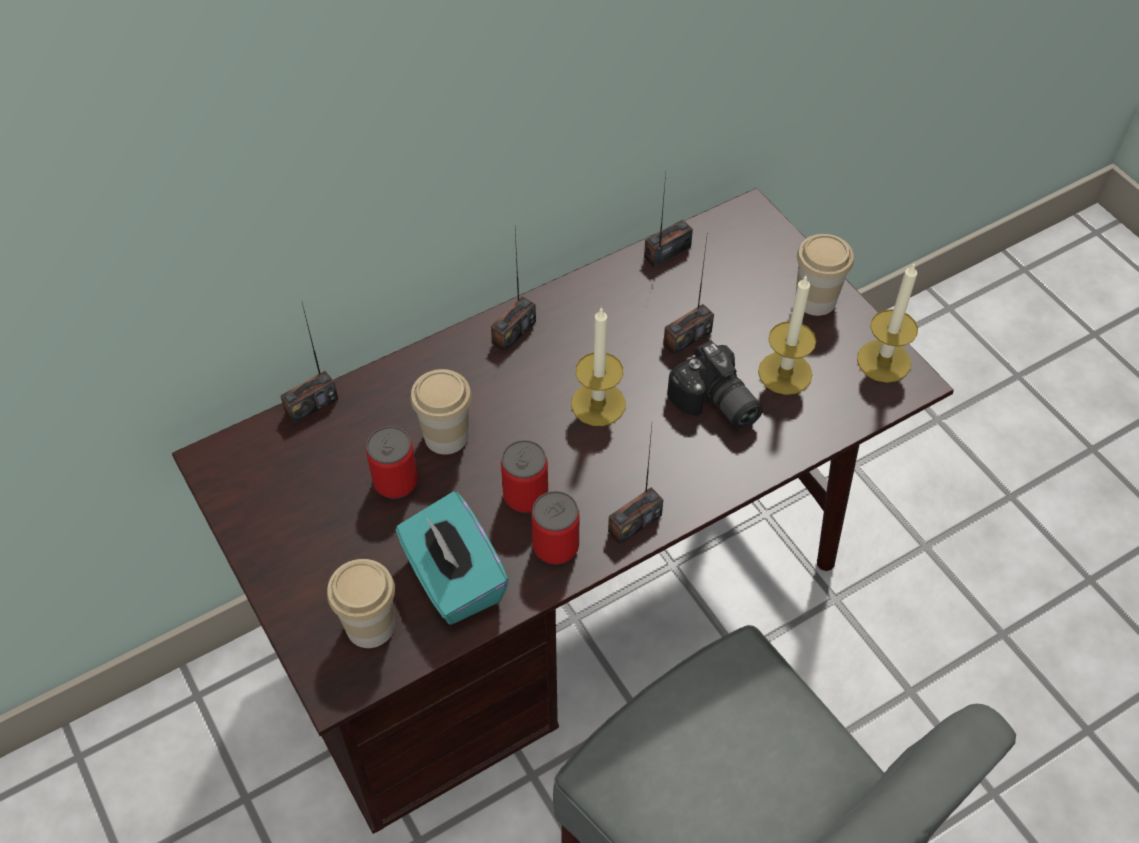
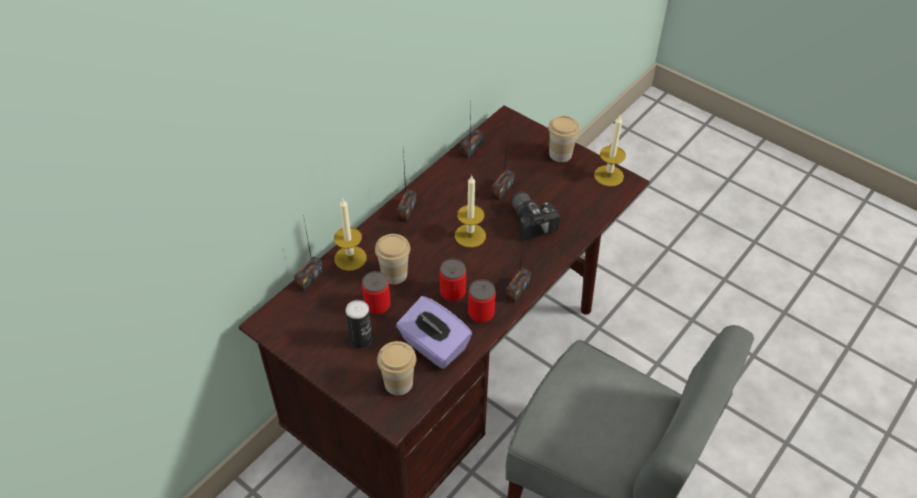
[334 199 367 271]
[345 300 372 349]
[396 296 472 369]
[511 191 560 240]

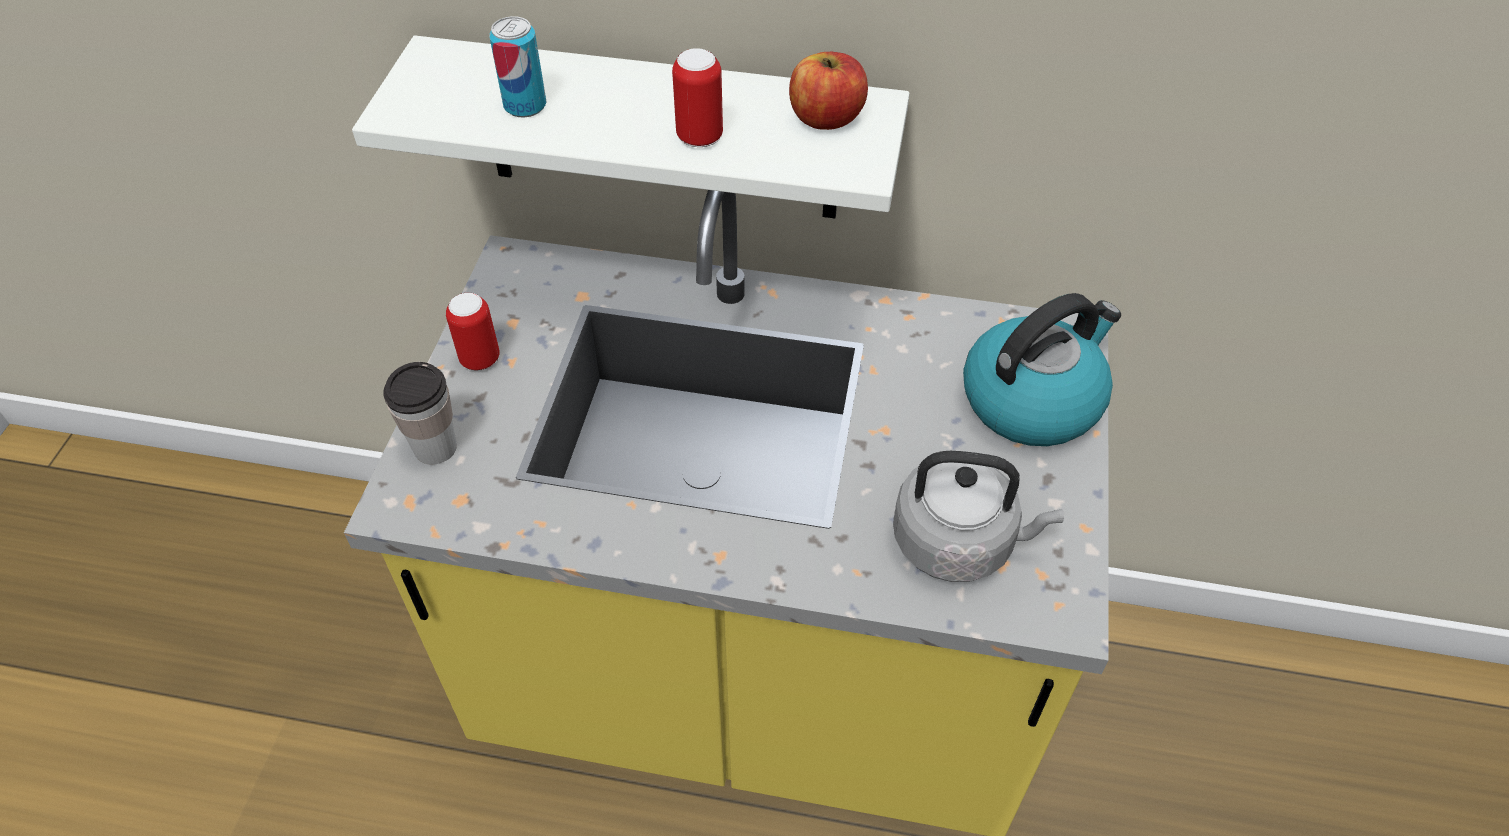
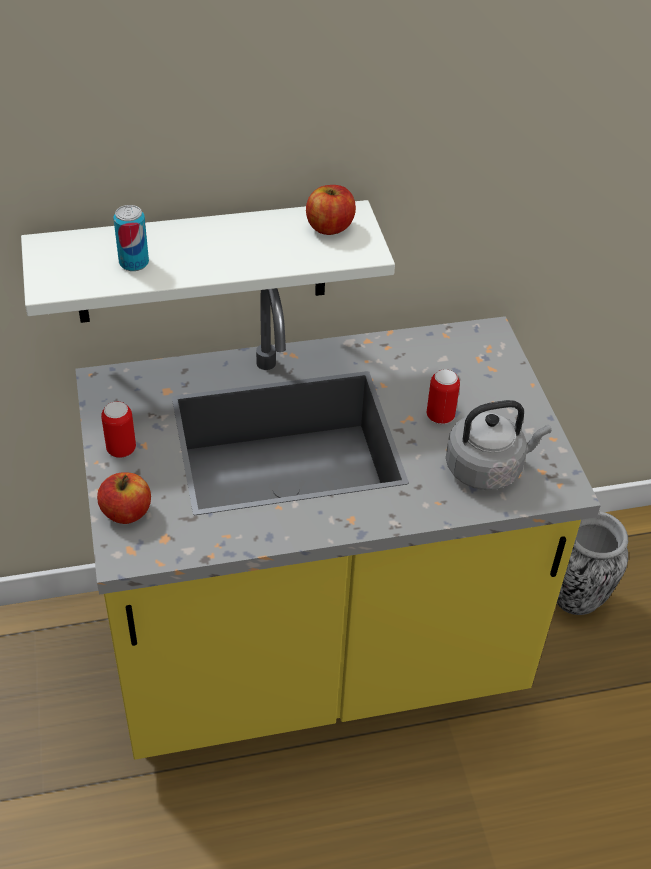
[97 472 151 524]
[427 369 460 424]
[557 511 628 615]
[963 293 1121 446] (first image)

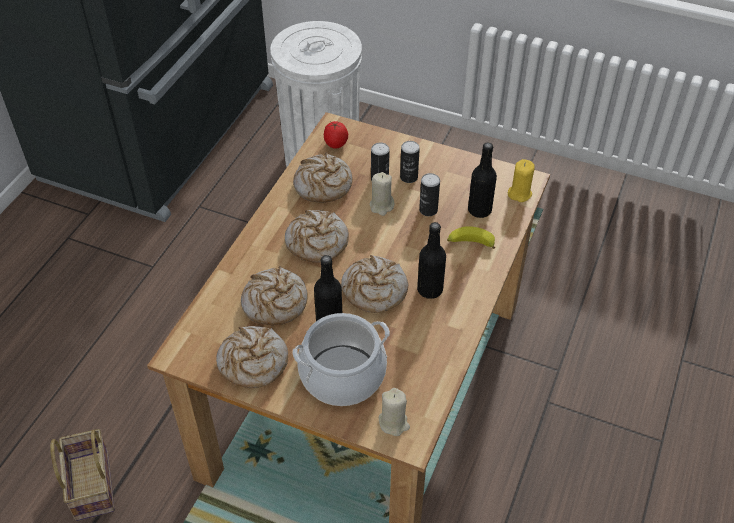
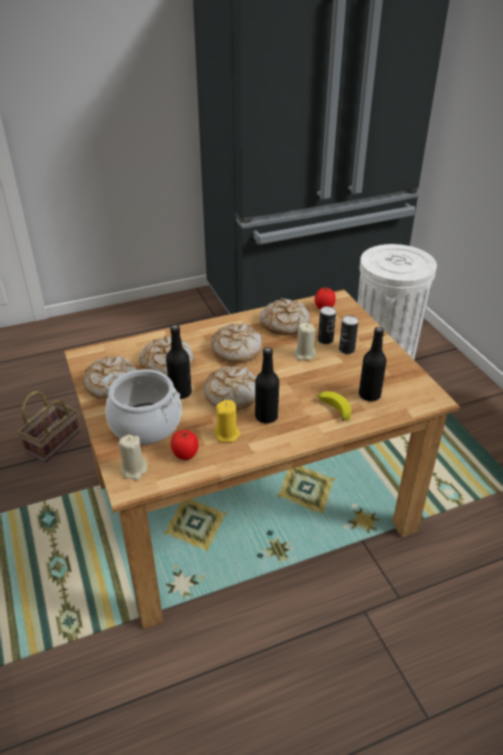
[171 430 199 460]
[214 400 241 442]
[419 173 440 216] (first image)

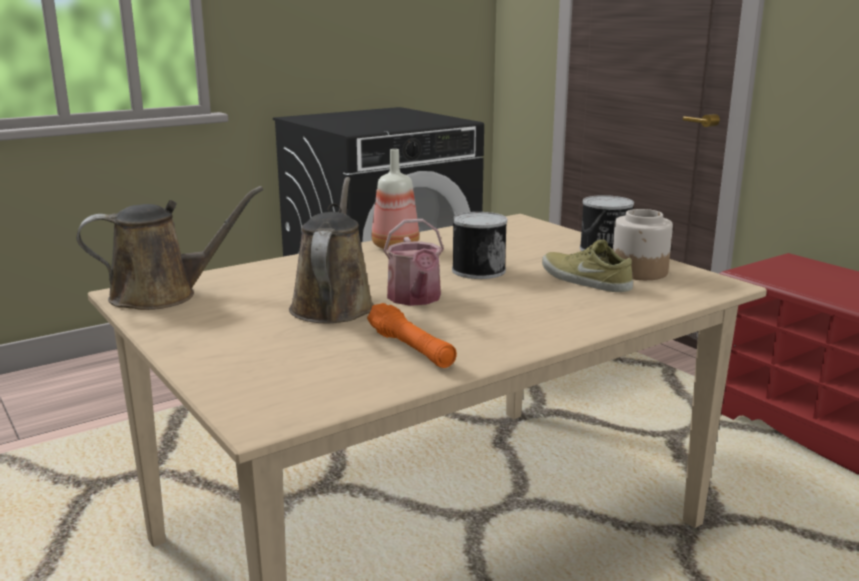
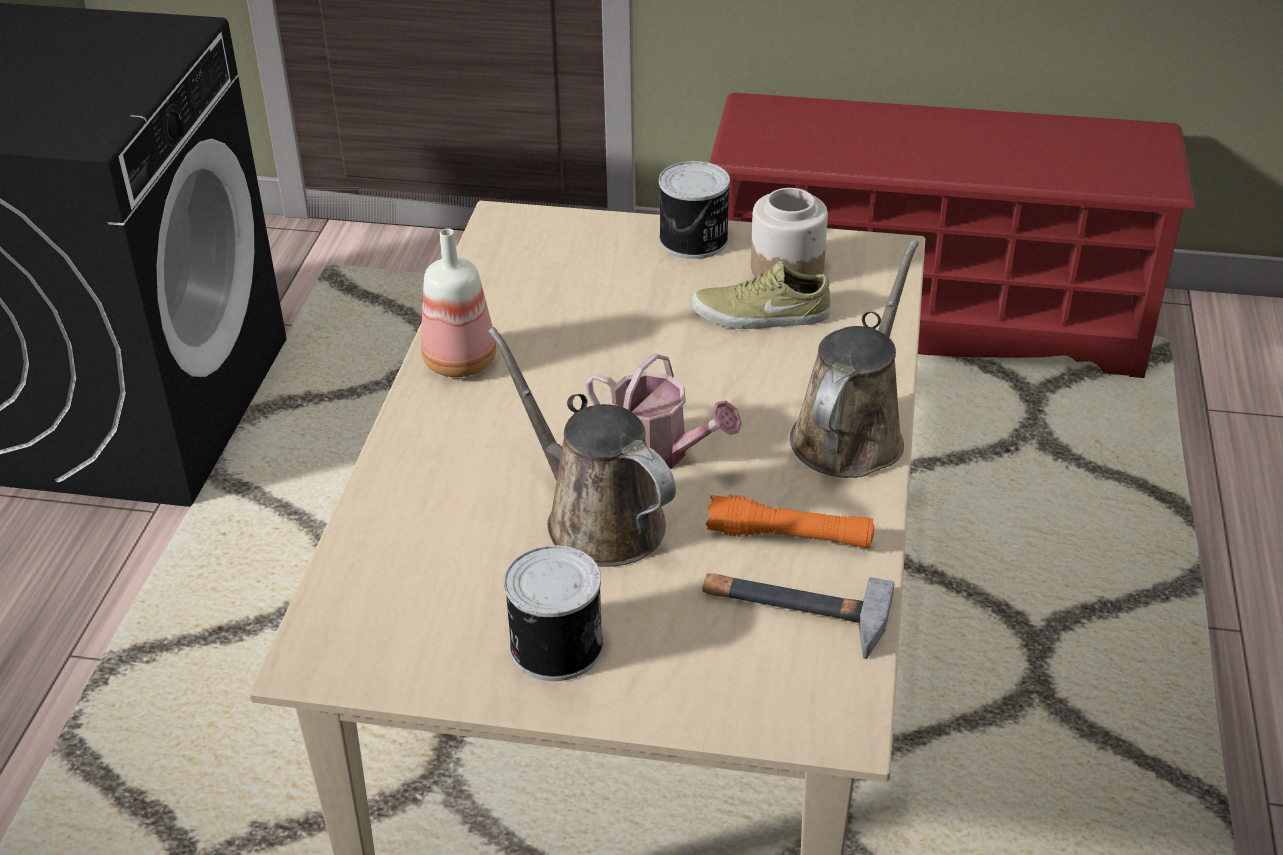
[504 545 604 681]
[702 573 894 659]
[790 240 919 478]

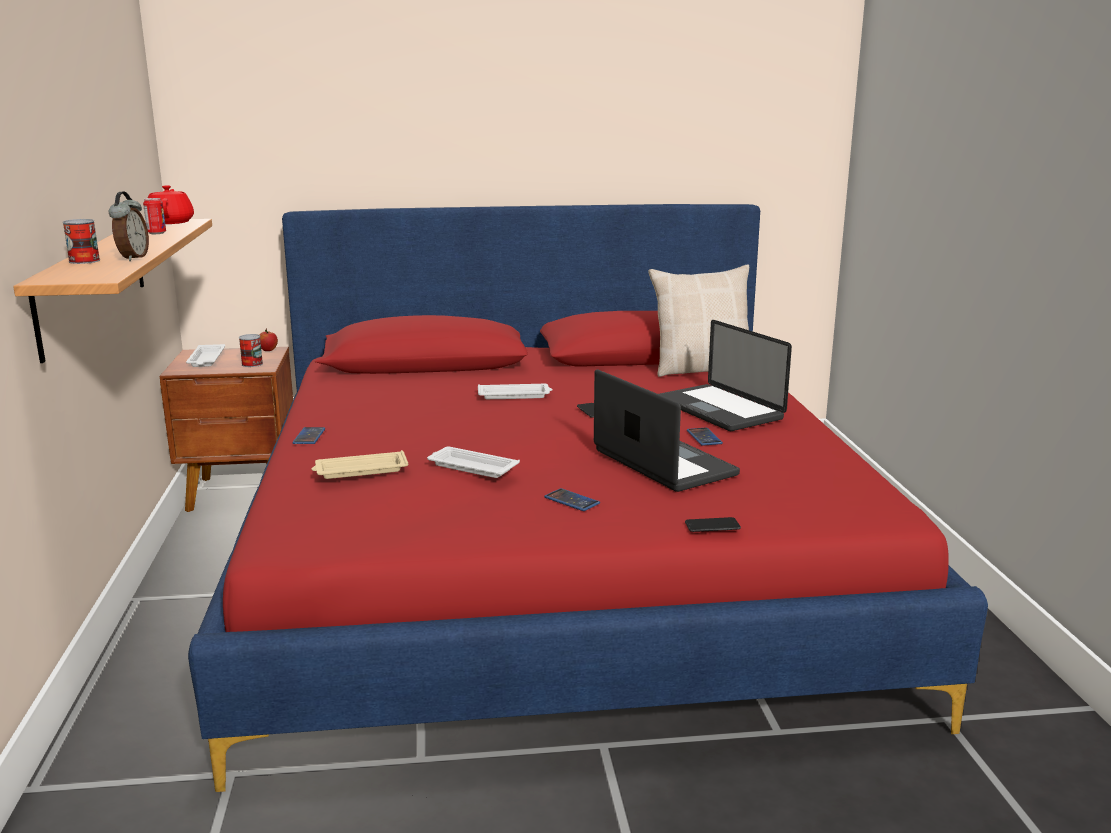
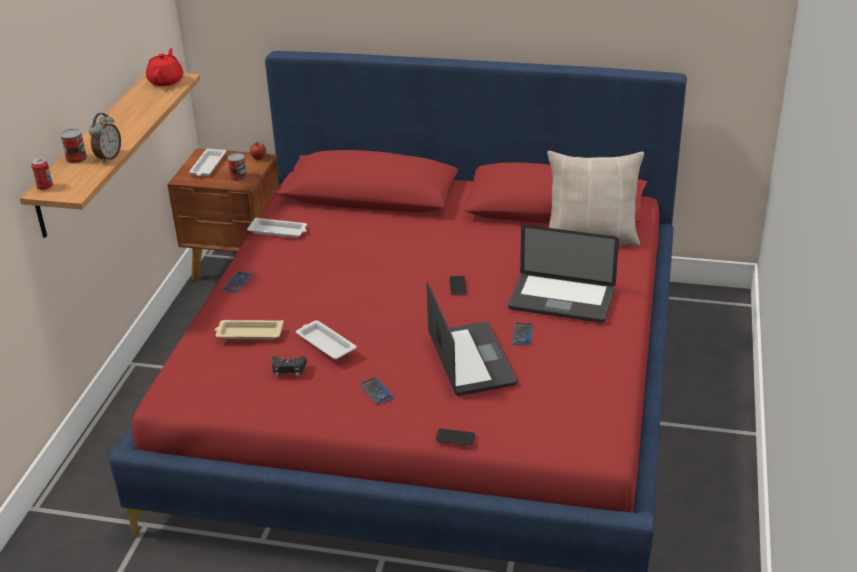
[31 158 53 190]
[247 217 307 238]
[271 356 307 376]
[508 225 619 323]

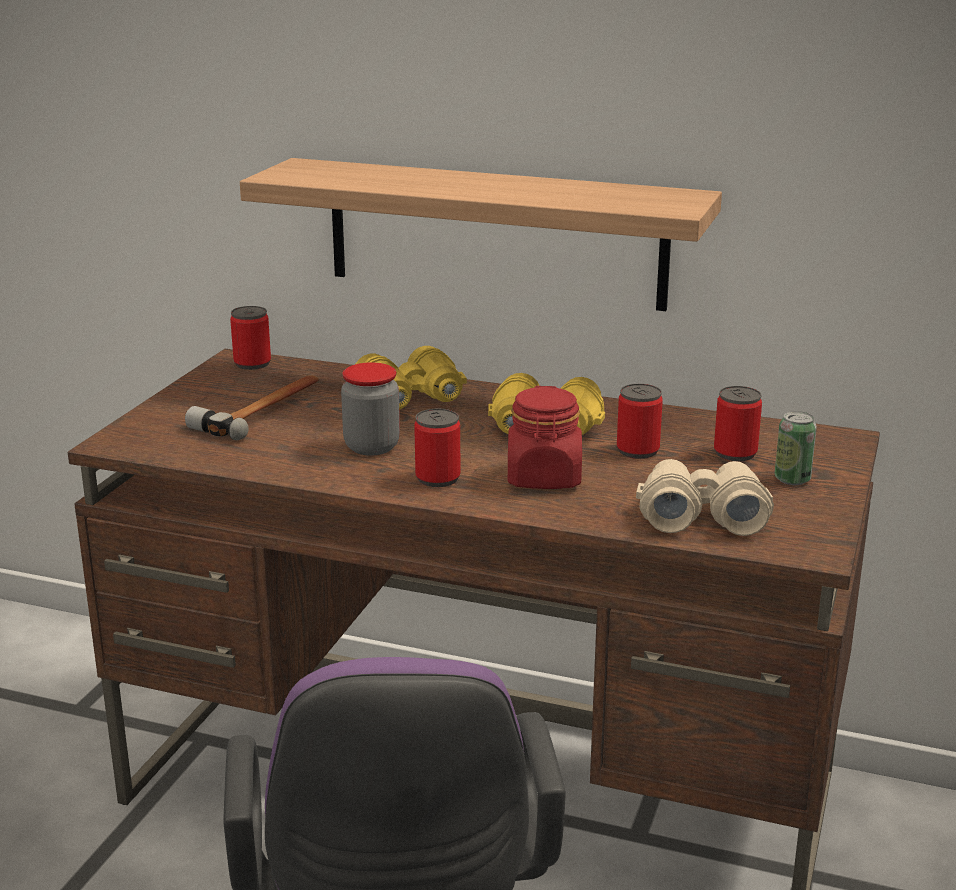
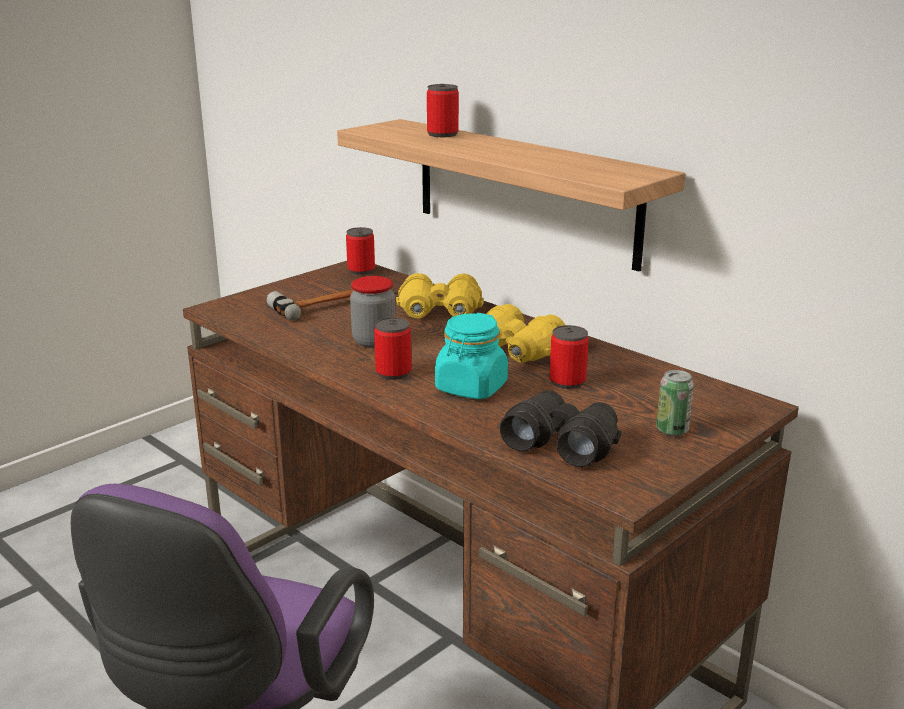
[427 84 459 137]
[435 313 508 399]
[500 390 621 467]

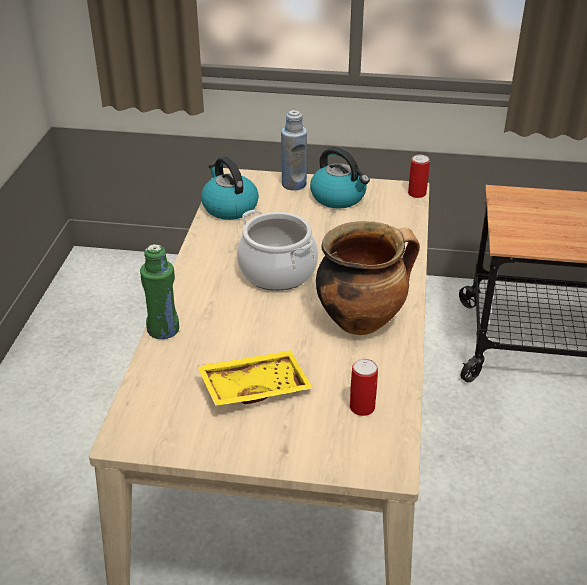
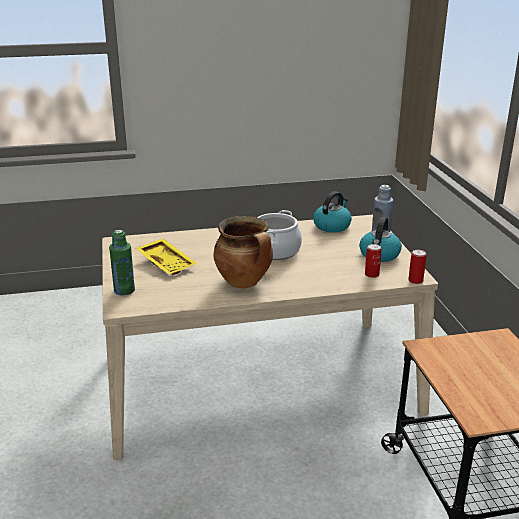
[109 230 135 295]
[365 244 382 278]

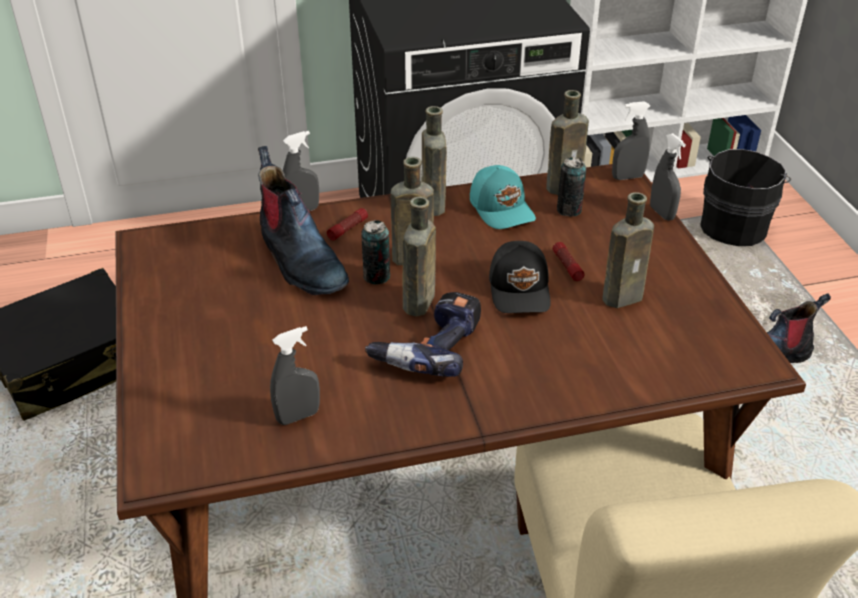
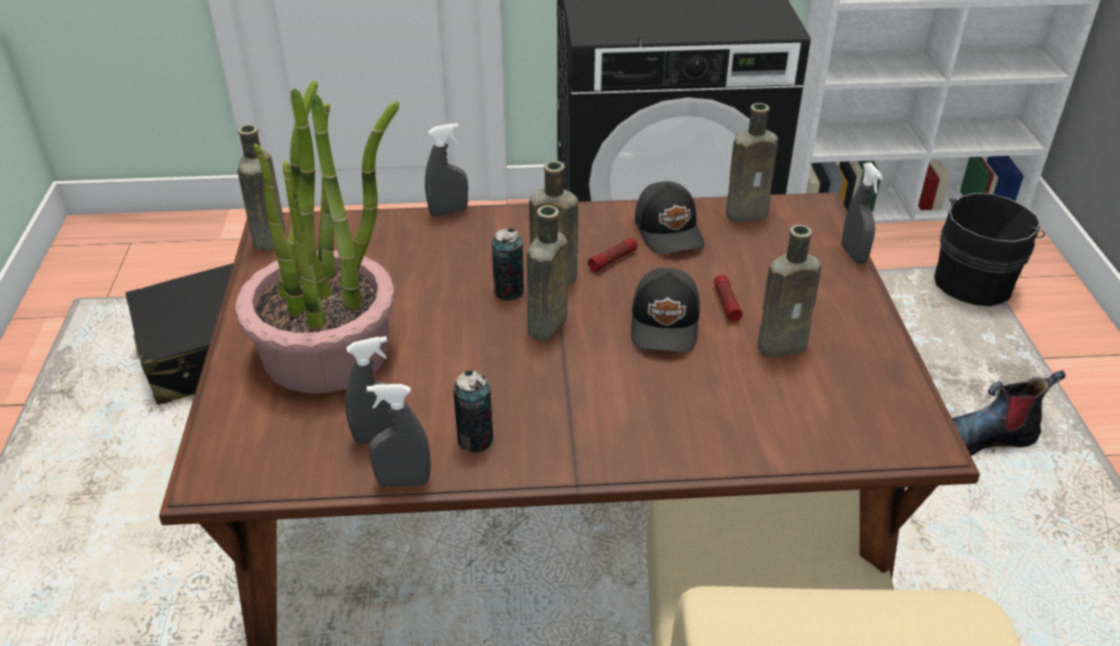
[235 81 399 393]
[238 124 285 251]
[367 384 431 487]
[453 370 493 453]
[588 238 637 272]
[635 181 705 254]
[258 146 349 295] (first image)
[365 292 481 377] (first image)

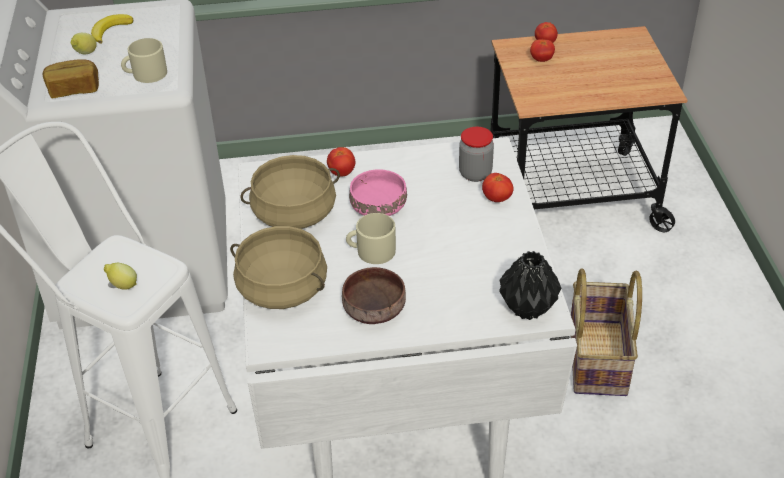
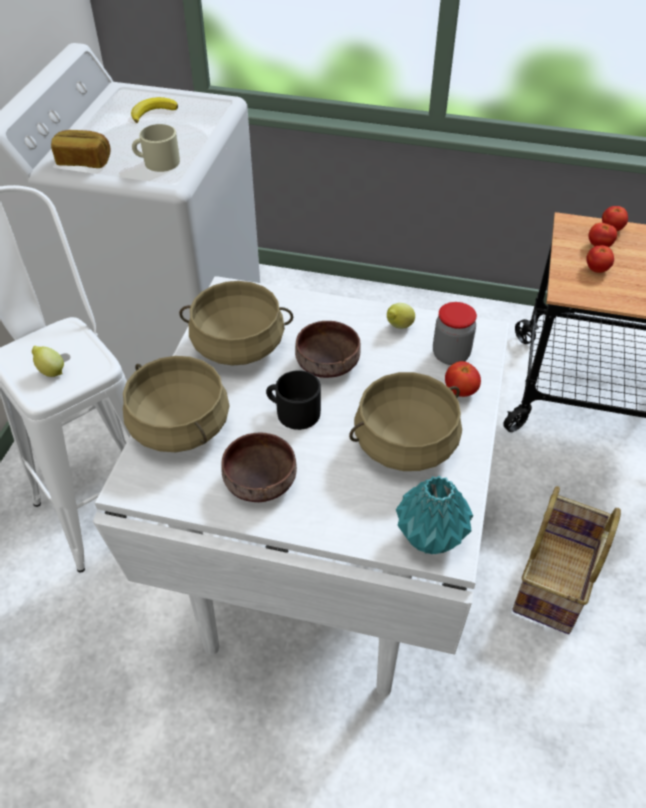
[266 370 321 430]
[295 321 361 378]
[349 372 462 471]
[387 303 415 329]
[396 476 473 554]
[586 245 614 273]

